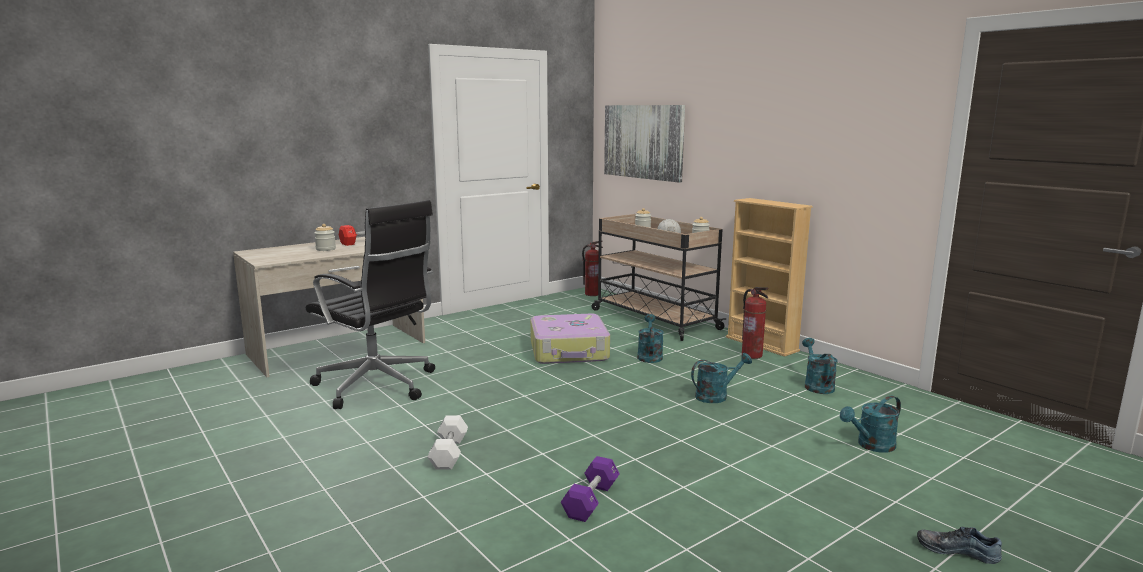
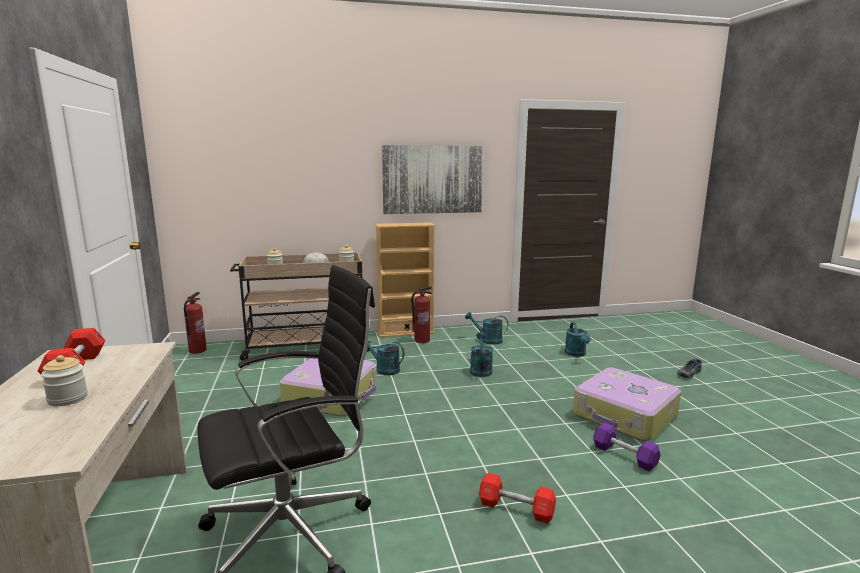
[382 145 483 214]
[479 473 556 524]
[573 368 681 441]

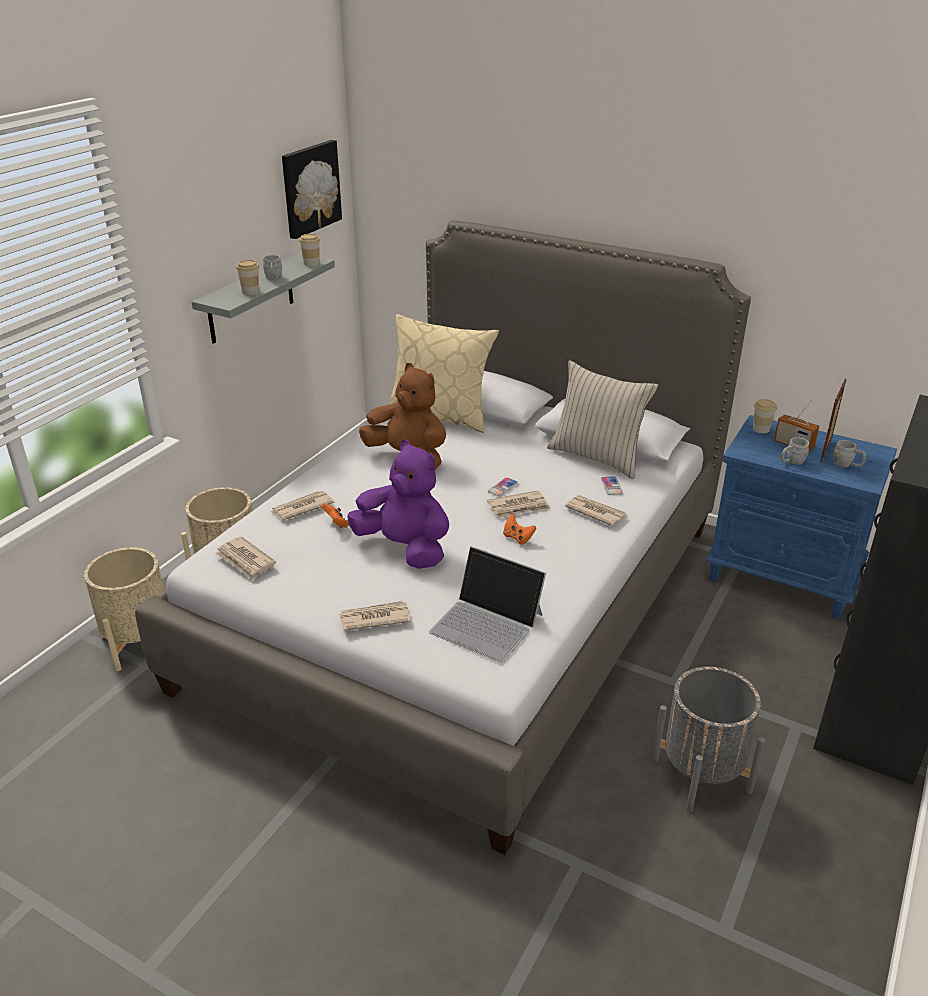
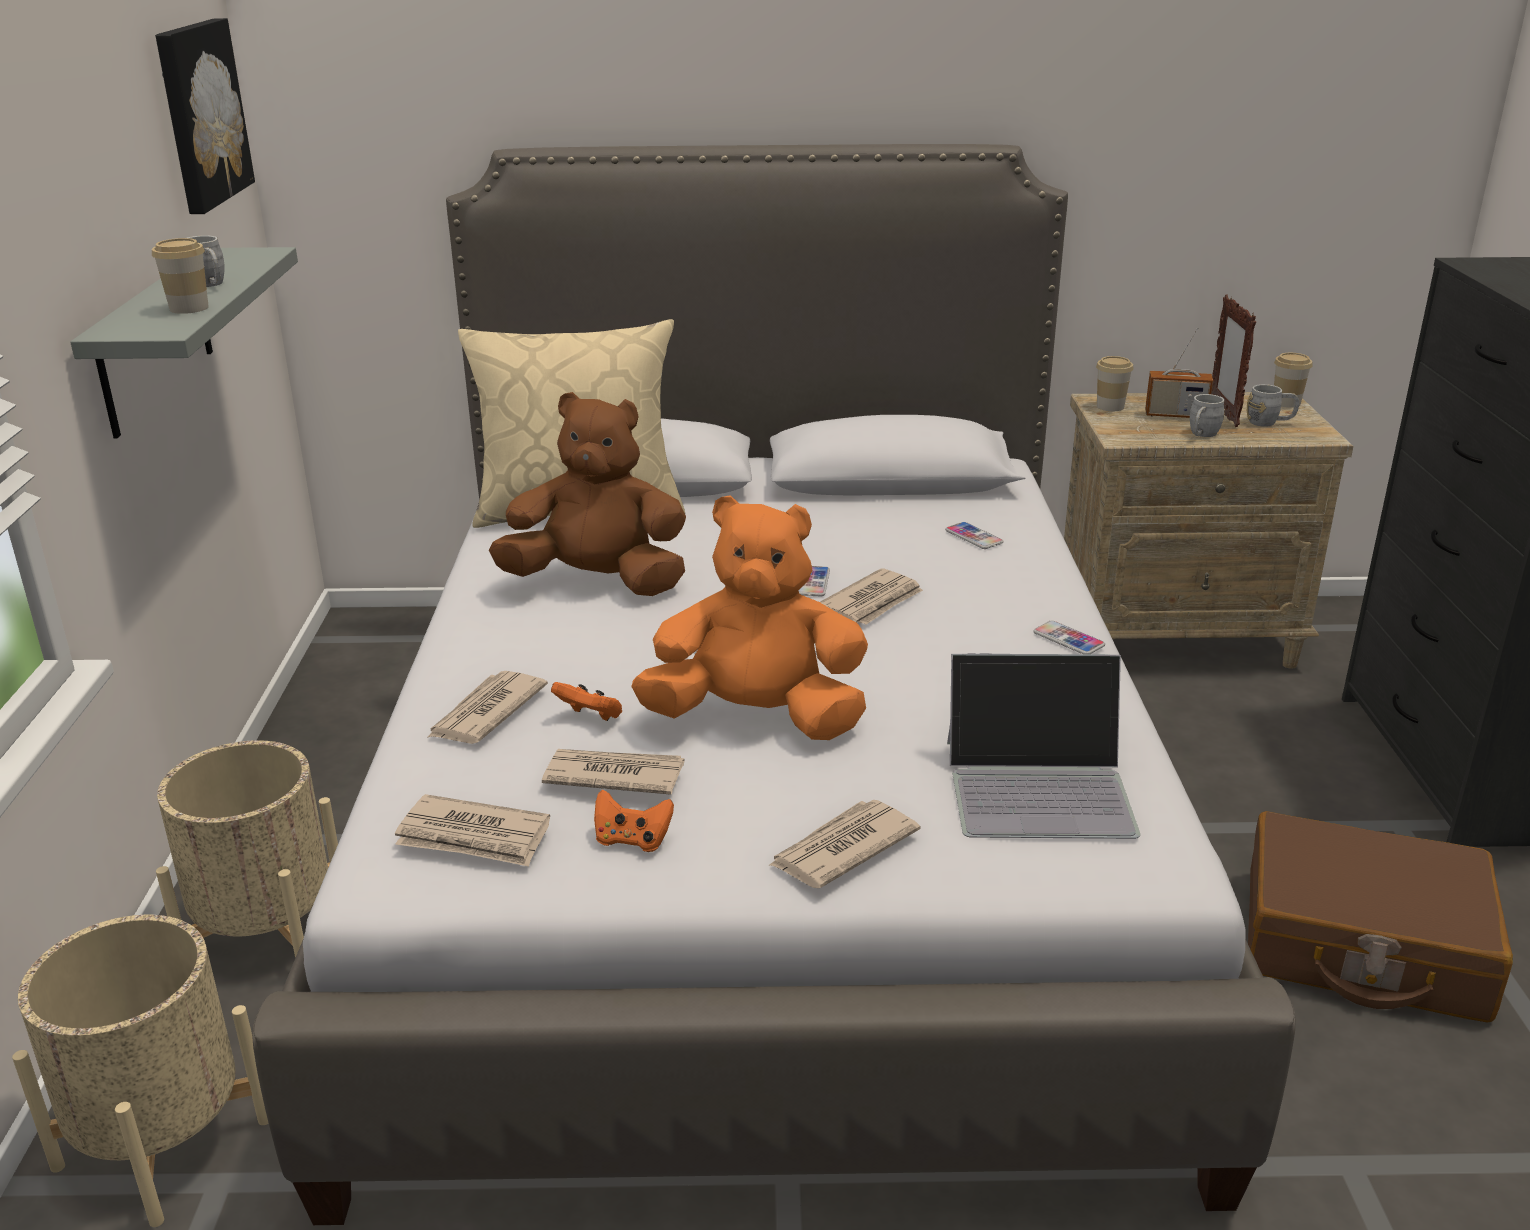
[542 749 685 795]
[594 789 674 852]
[631 495 868 740]
[1033 620 1105 654]
[1064 392 1353 669]
[1248 811 1513 1023]
[1274 353 1312 408]
[547 360 659 479] (first image)

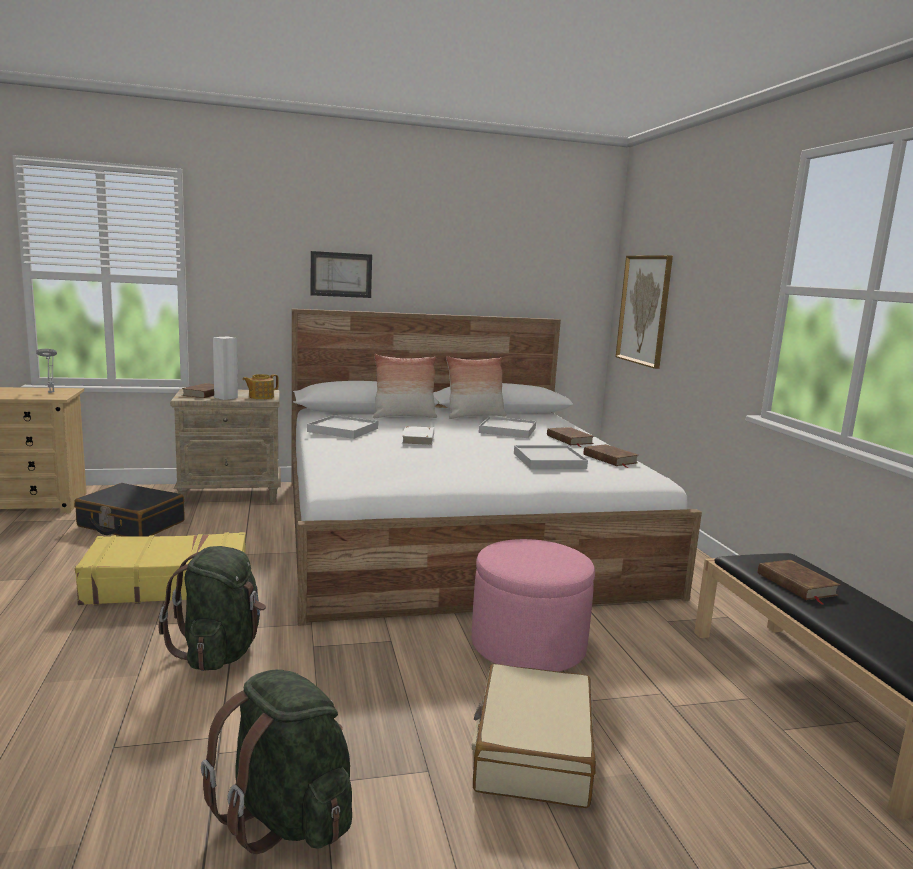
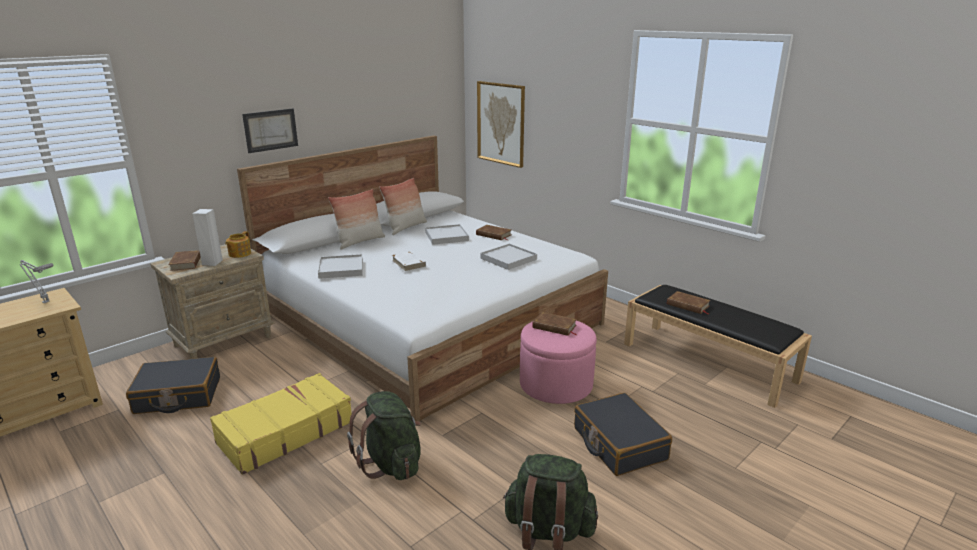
[532 312 577 336]
[574 393 672 476]

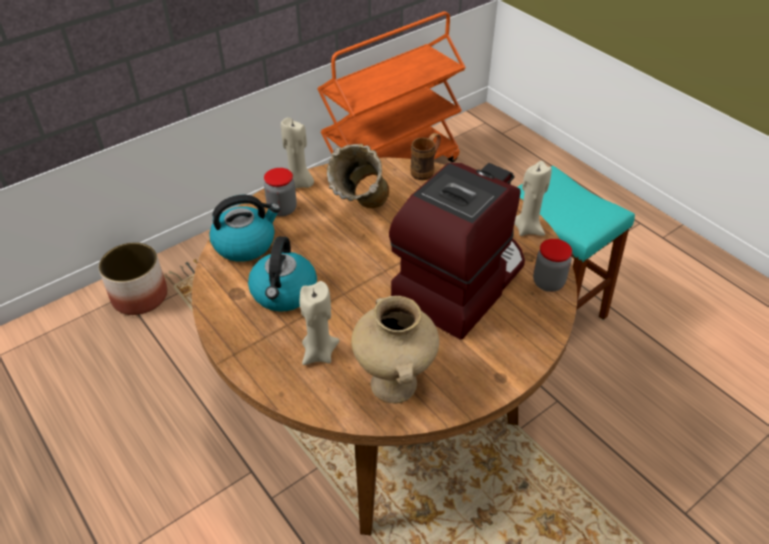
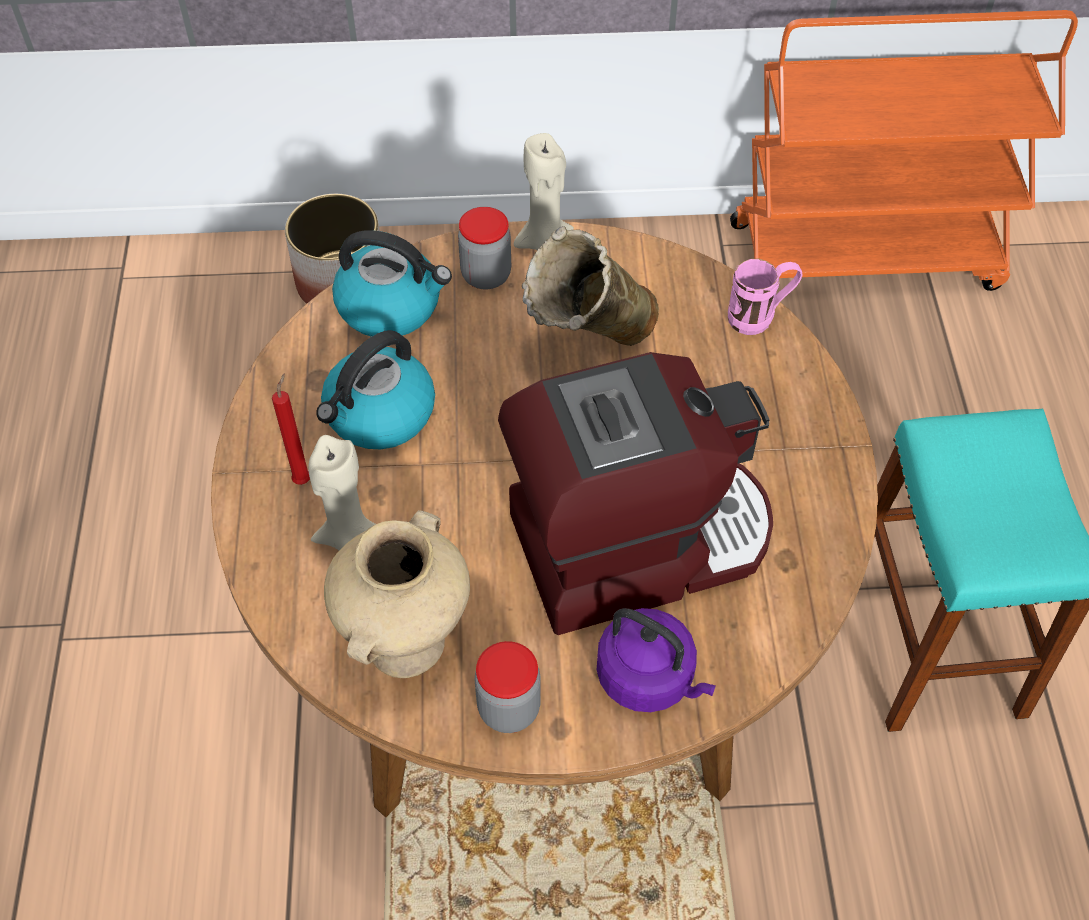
[272 373 310 485]
[475 641 541 733]
[597 608 716 712]
[728 259 803 335]
[514 161 552 236] (first image)

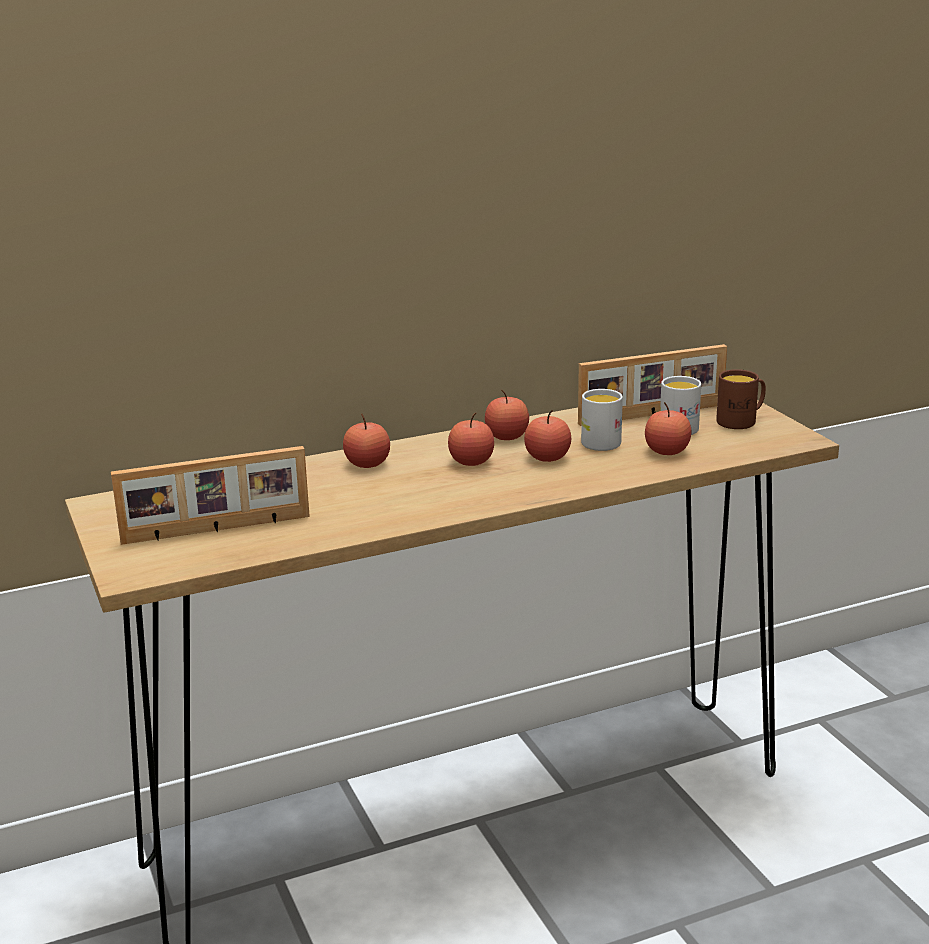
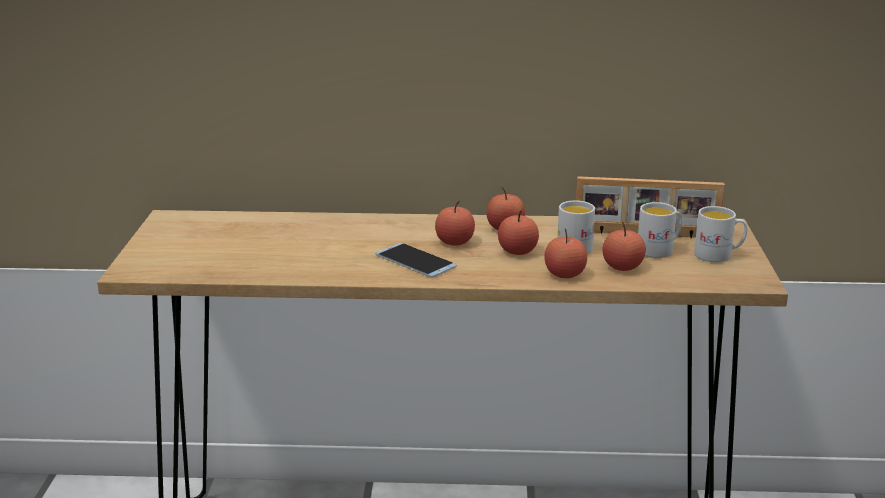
[376 243 457 278]
[544 228 587 278]
[694 206 747 262]
[111 446 310 545] (first image)

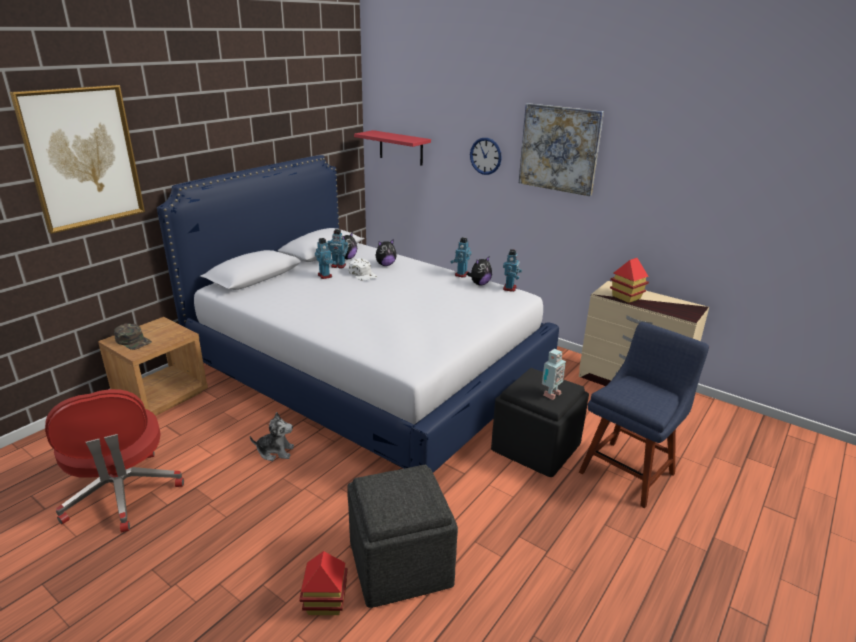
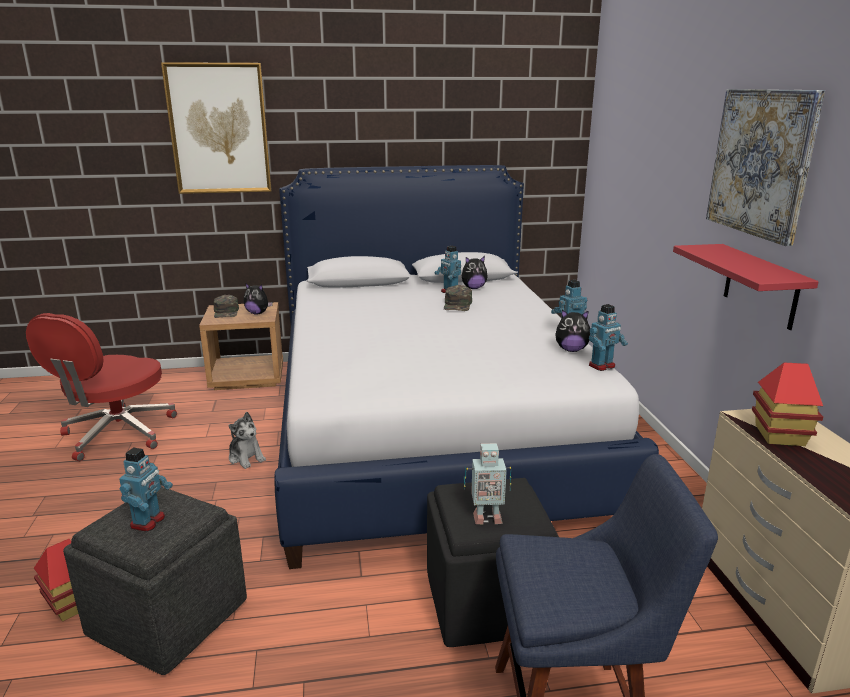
[119 448 173 532]
[244 283 273 314]
[444 285 472 311]
[673 244 819 330]
[470 138 502 175] (first image)

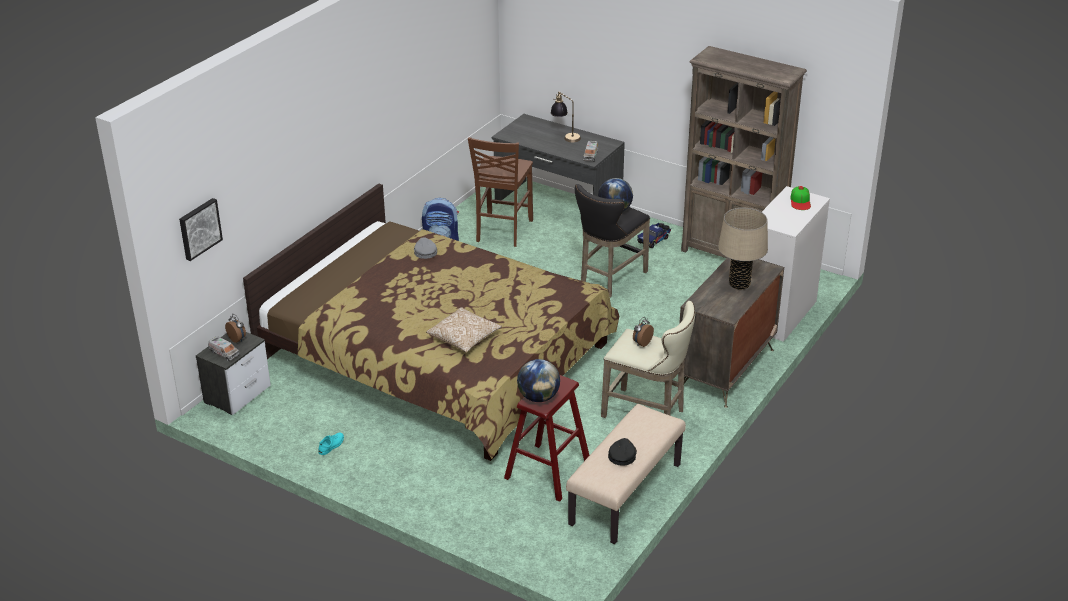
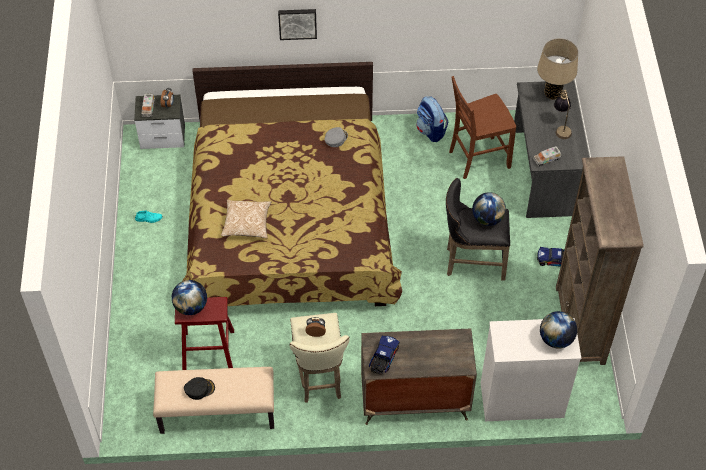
[278 9 317 40]
[369 336 399 375]
[537 38 578 100]
[540 311 577 349]

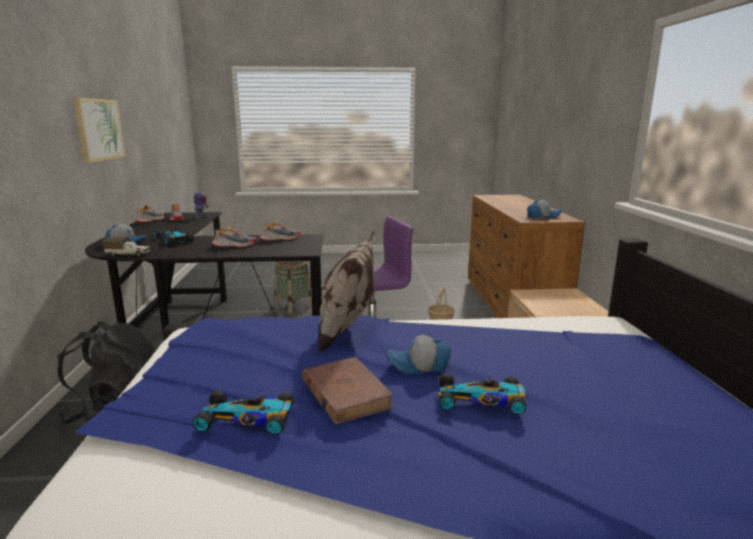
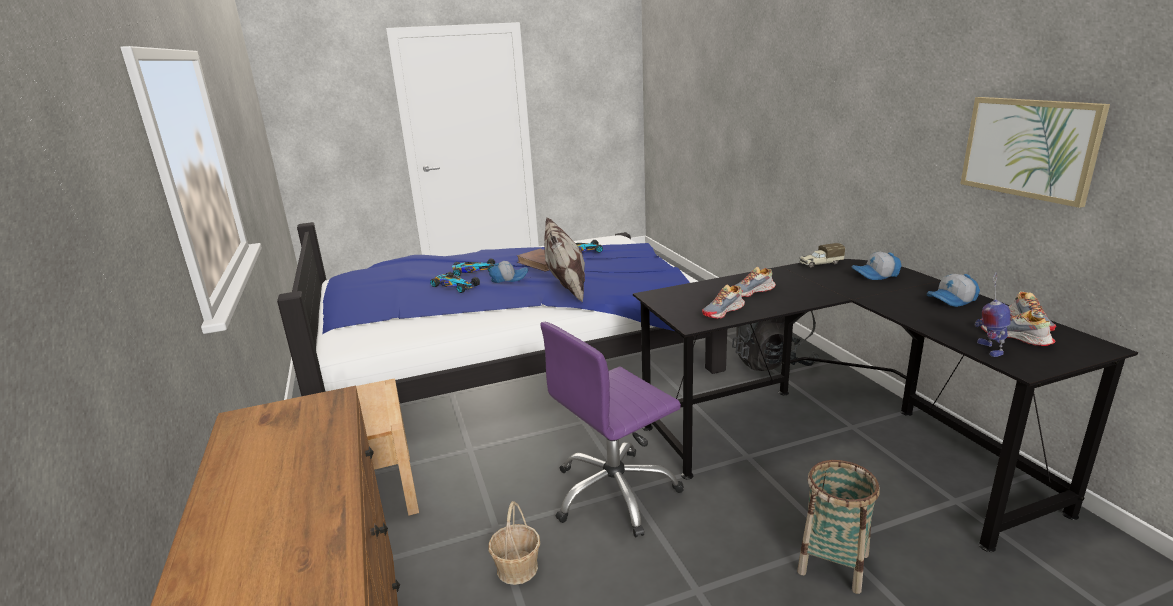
[430 272 480 293]
[927 274 980 307]

